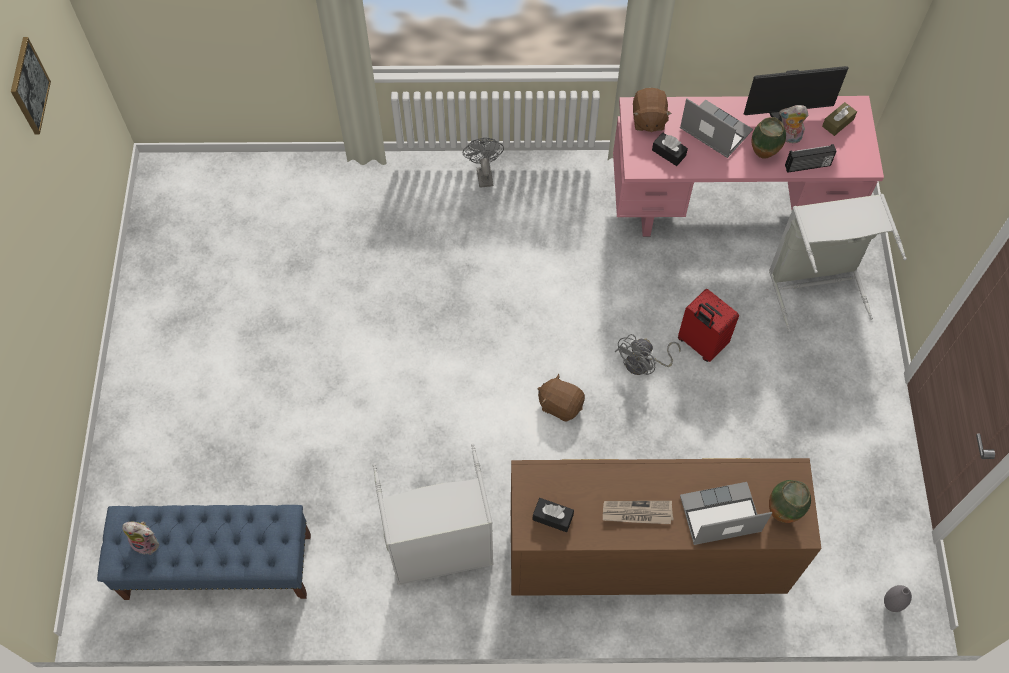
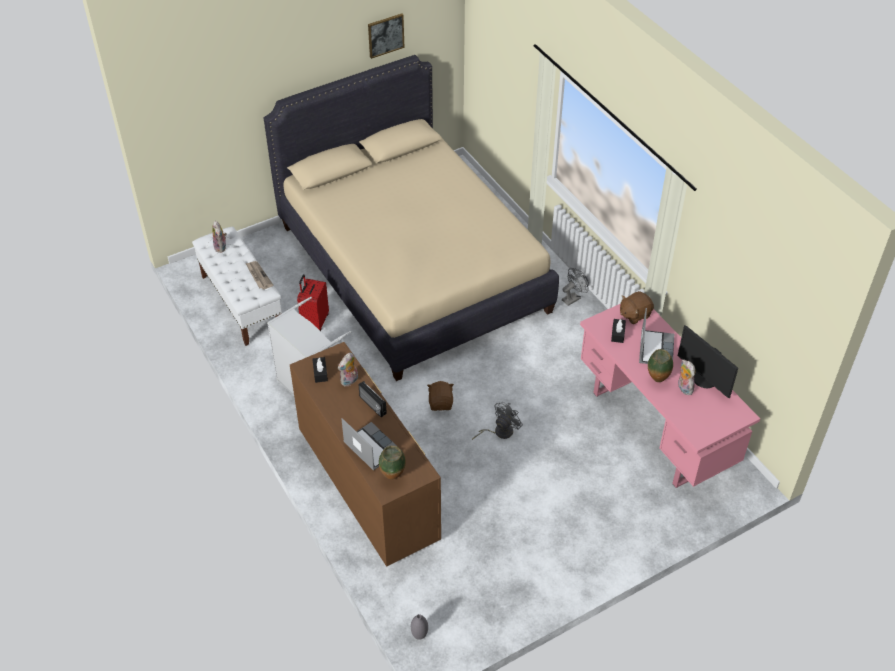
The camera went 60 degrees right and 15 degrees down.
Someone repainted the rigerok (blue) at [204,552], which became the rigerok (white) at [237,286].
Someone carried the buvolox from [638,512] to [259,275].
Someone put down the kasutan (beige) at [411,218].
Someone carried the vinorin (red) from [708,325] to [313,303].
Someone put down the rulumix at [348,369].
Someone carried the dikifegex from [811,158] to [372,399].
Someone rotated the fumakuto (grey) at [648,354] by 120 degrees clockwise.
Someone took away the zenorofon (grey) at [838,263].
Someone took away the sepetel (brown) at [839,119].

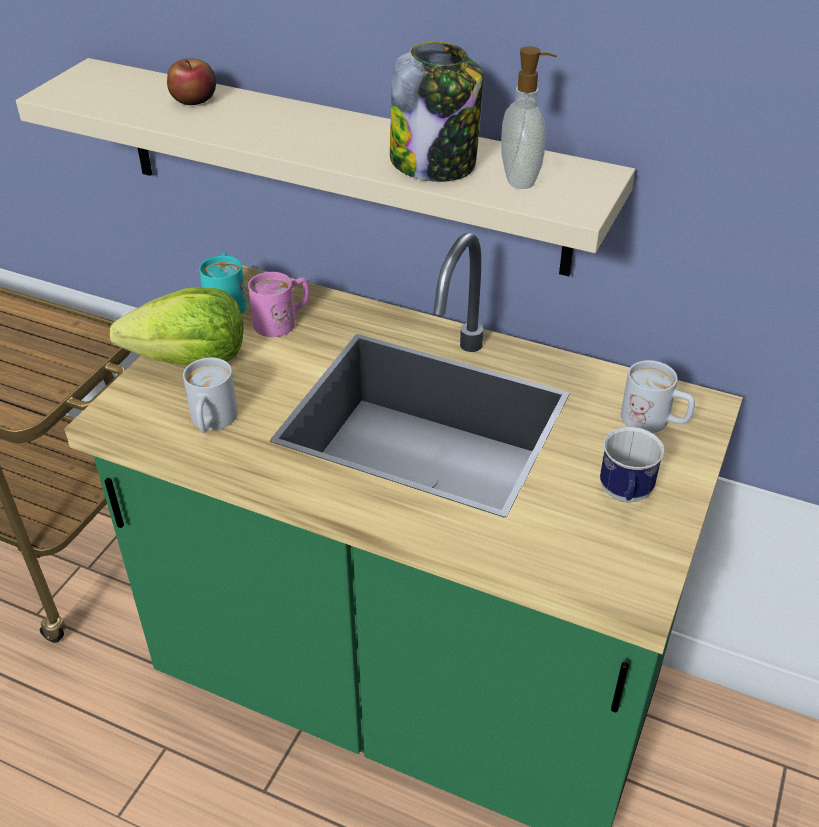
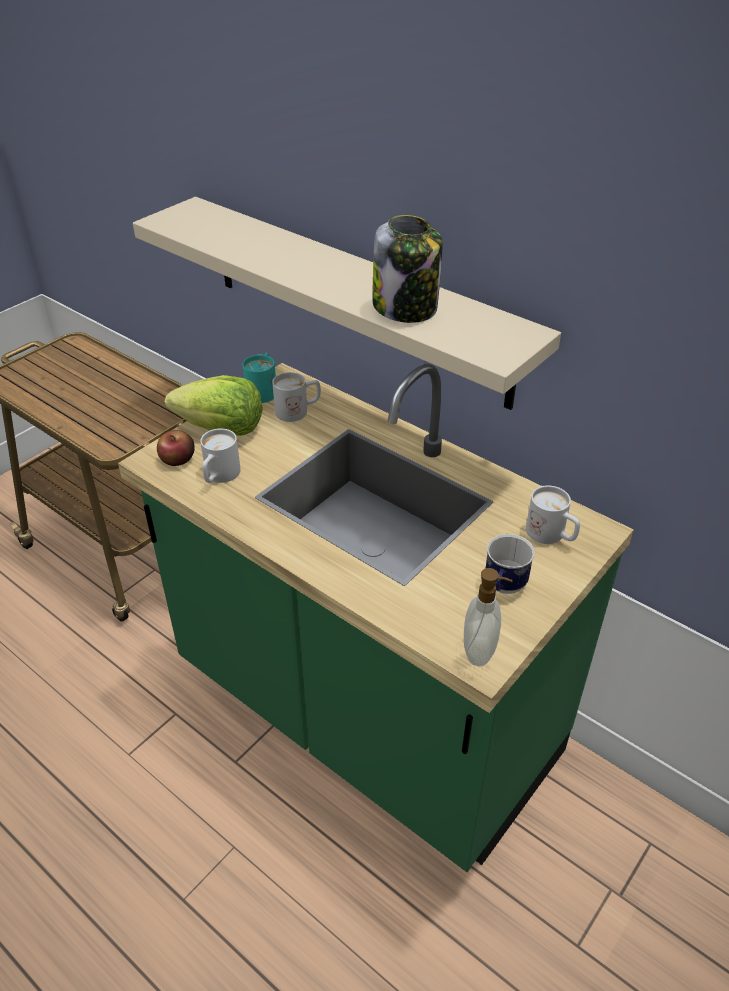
The camera went 15 degrees right and 0 degrees up.
Someone carried the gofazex from [191,81] to [176,448].
Someone repainted the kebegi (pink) at [278,304], which became the kebegi (white) at [296,397].
Someone carried the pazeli from [529,117] to [488,617].

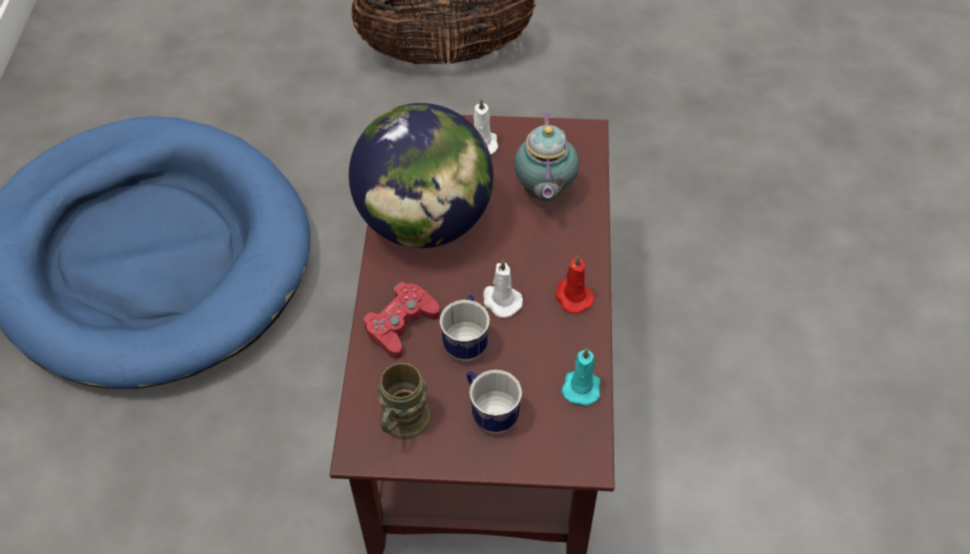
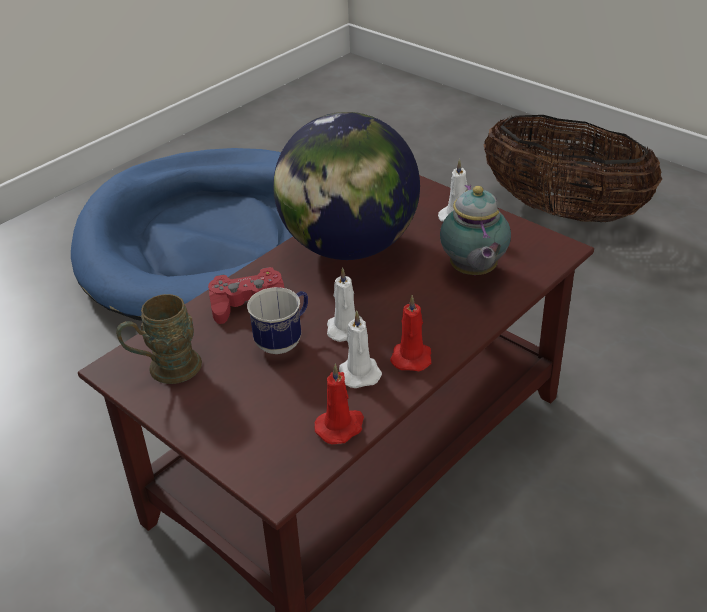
The camera went 40 degrees right and 15 degrees down.
Someone repainted the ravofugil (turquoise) at [580,376], which became the ravofugil (red) at [339,404].
Someone put down the ravofugil (white) at [360,349].
Someone rotated the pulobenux at [546,157] by 45 degrees counterclockwise.
Someone took away the kebegi at [494,401].

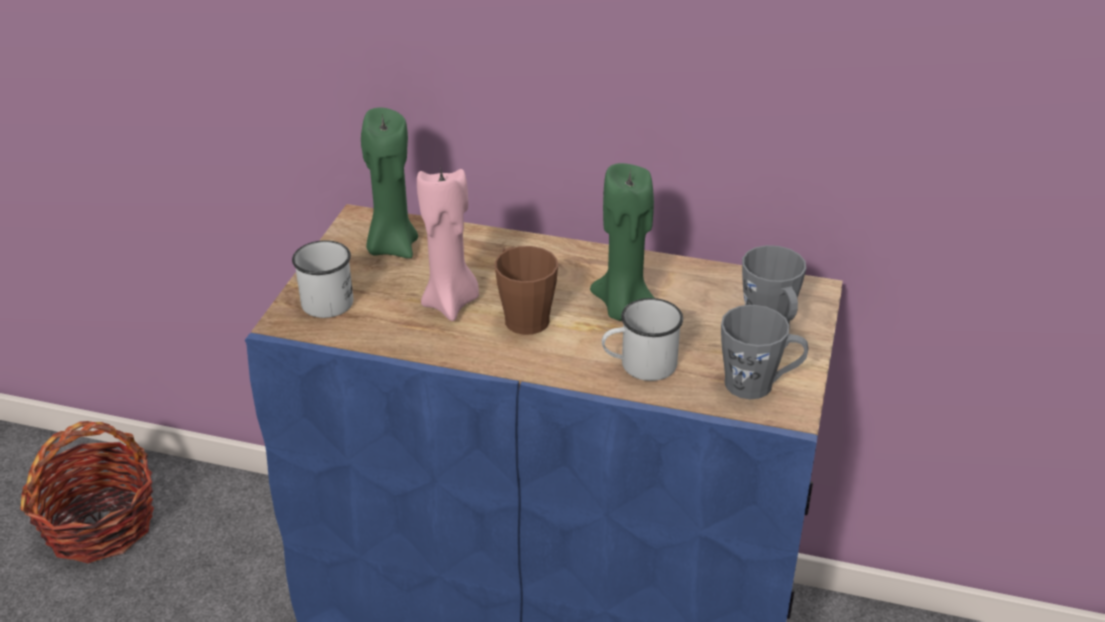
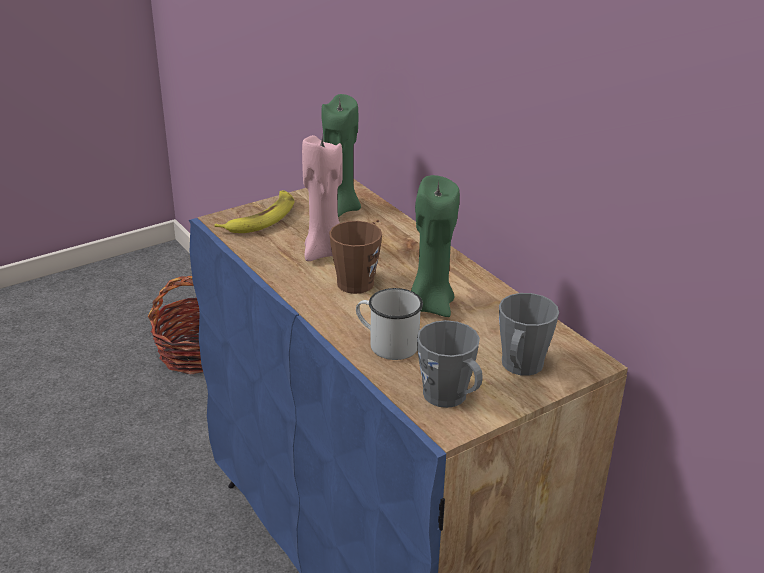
The camera went 40 degrees right and 5 degrees down.
Someone swapped the kebegi (white) at [322,279] for the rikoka at [254,211].

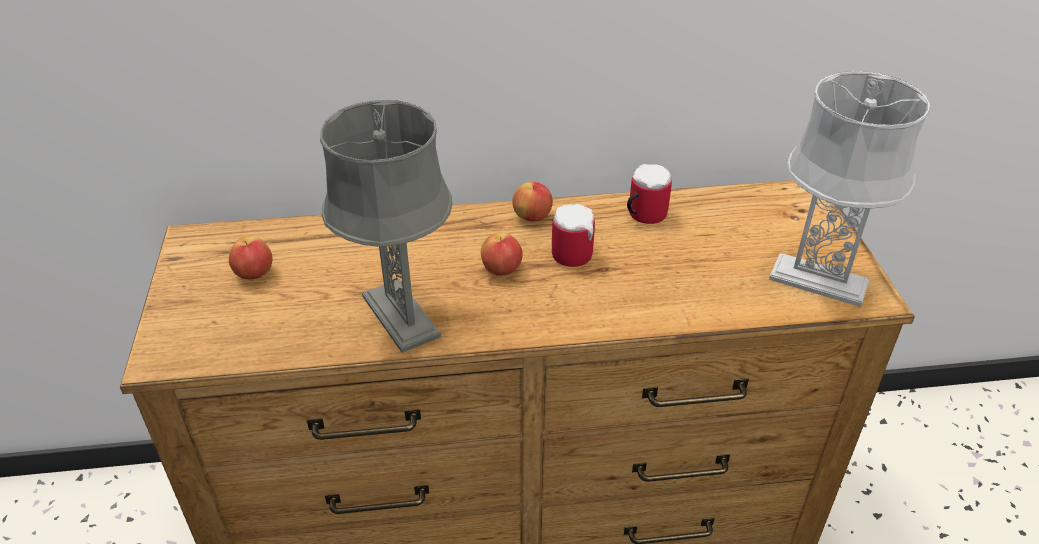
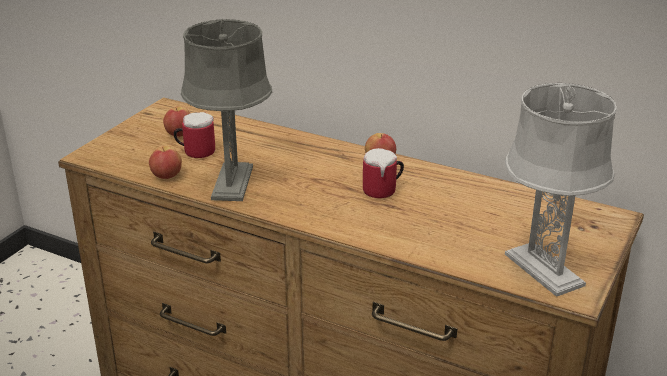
The camera went 35 degrees right and 10 degrees down.
Someone carried the gofazex from [502,254] to [165,162].
Someone carried the kebegi from [649,194] to [194,135].

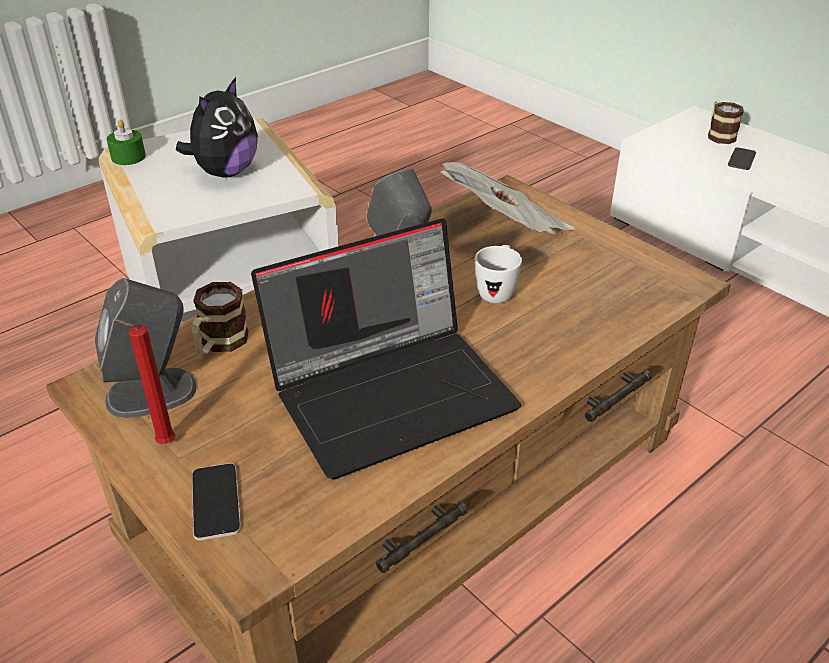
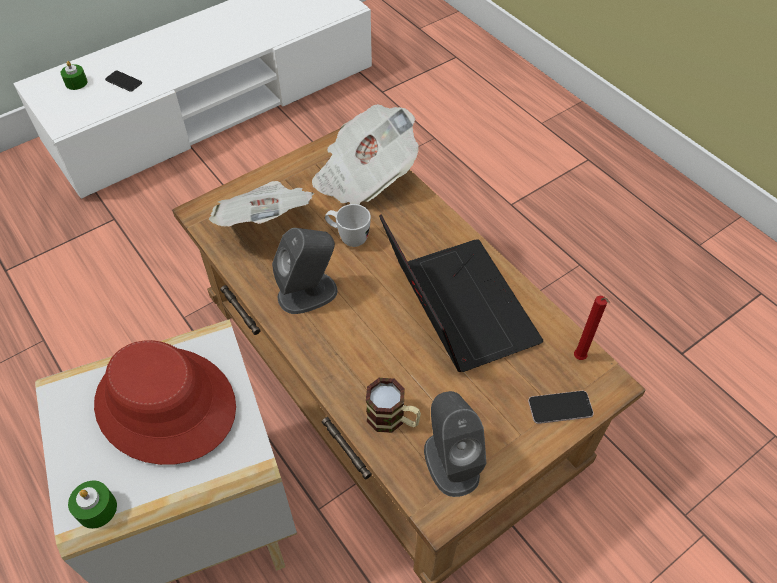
The camera went 85 degrees left and 15 degrees up.
Someone swapped the kebegi at [726,122] for the ravofugil (green) at [74,75].
Someone swapped the rulumix at [217,127] for the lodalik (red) at [165,402].
Someone put down the buvolox at [365,154].
Someone carried the ravofugil (red) from [145,381] to [592,328].

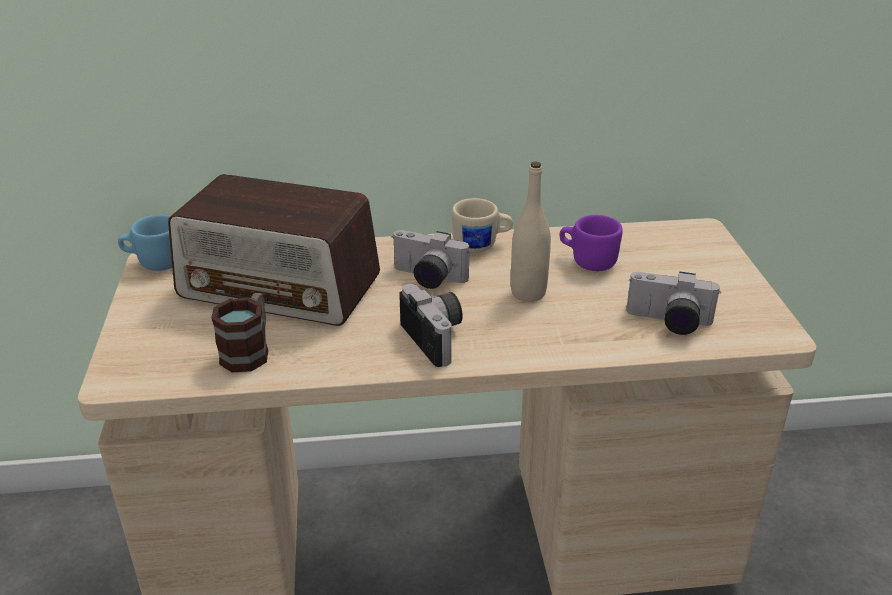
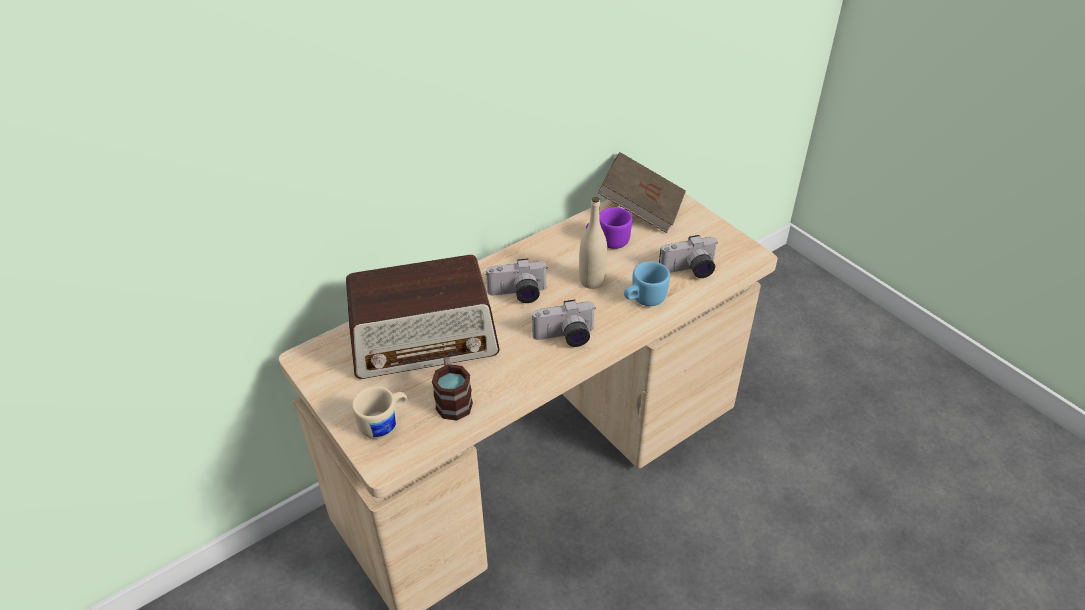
The camera went 30 degrees left and 10 degrees up.
Someone carried the kebegi (beige) from [482,225] to [380,412].
Someone rotated the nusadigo at [431,325] by 135 degrees clockwise.
Someone put down the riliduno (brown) at [642,192].
Someone carried the kebegi (blue) from [145,243] to [647,283].

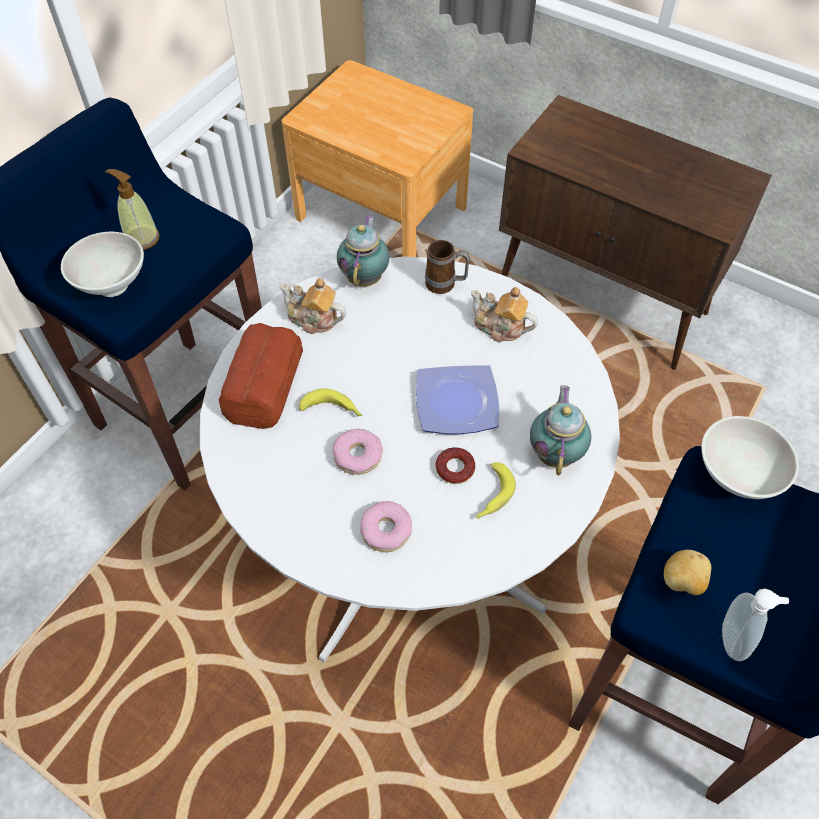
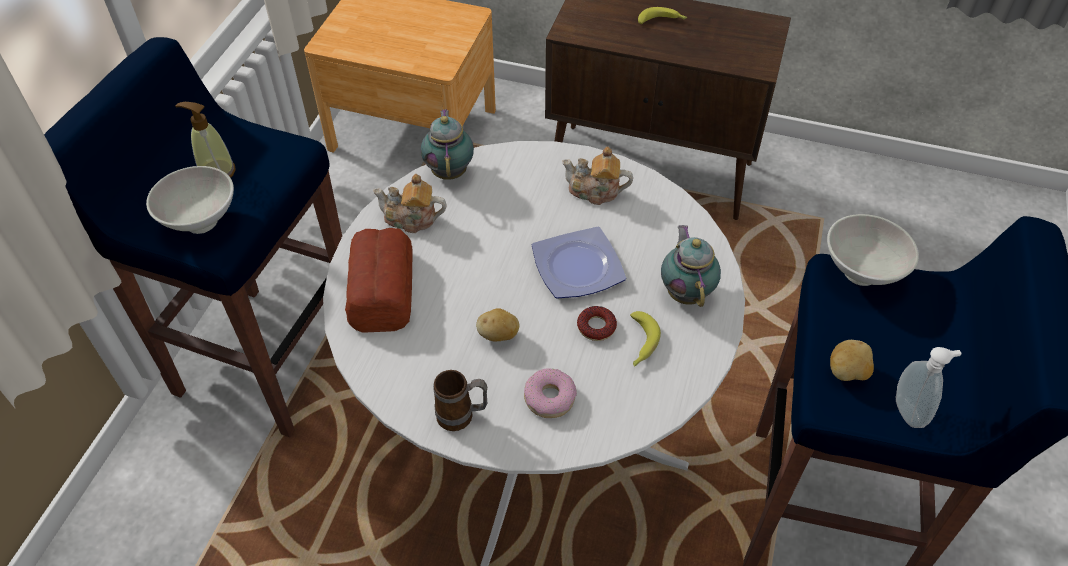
The camera went 15 degrees left and 5 degrees down.
Someone carried the kebegi from [447,267] to [460,400].
Someone swapped the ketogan at [358,452] for the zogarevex at [497,324].
Someone carried the rikoka from [330,402] to [662,15].

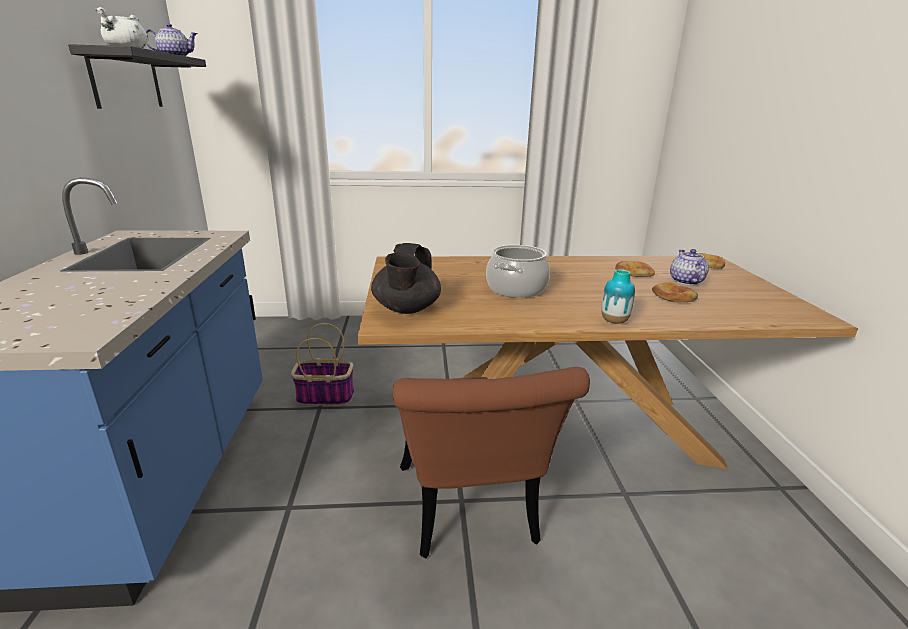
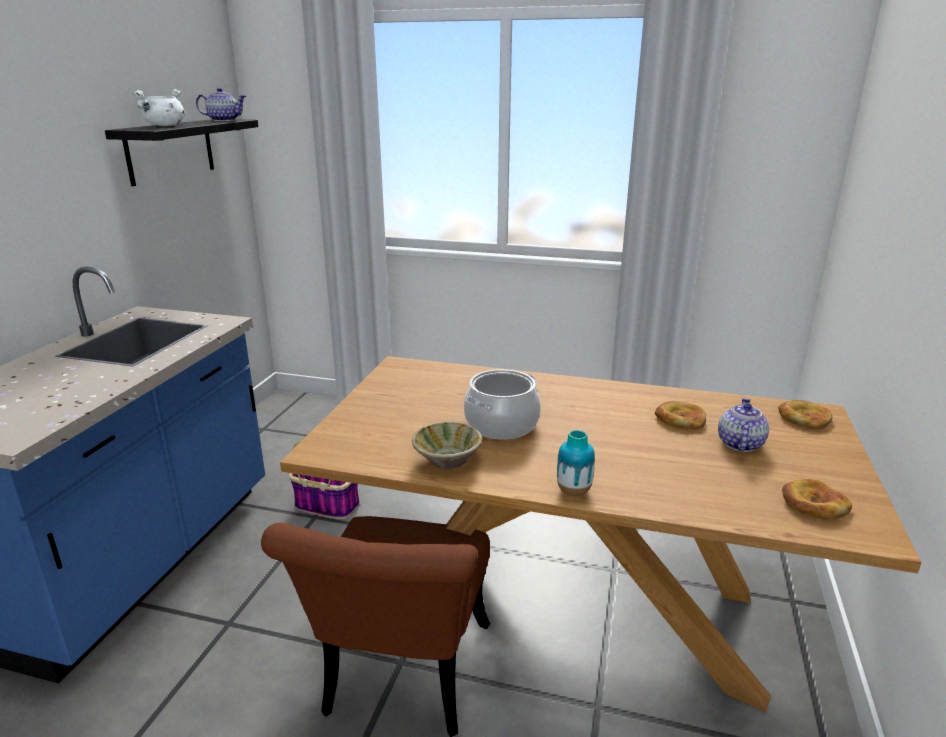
The camera went 20 degrees right and 0 degrees up.
Someone put down the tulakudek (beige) at [447,445].
Someone carried the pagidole from [675,292] to [817,499].
Someone took away the pulobenux (black) at [406,278].

